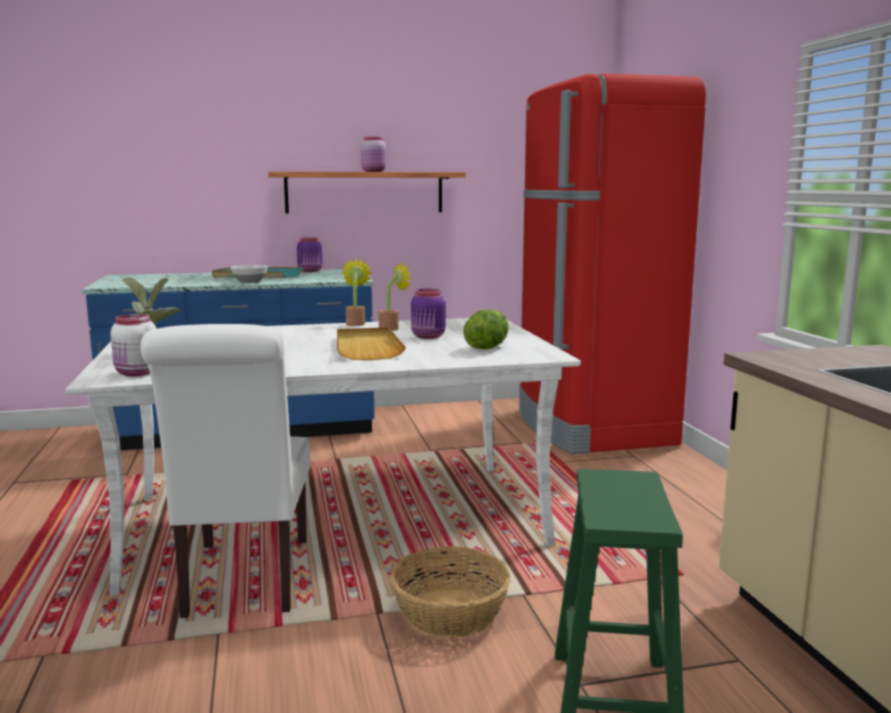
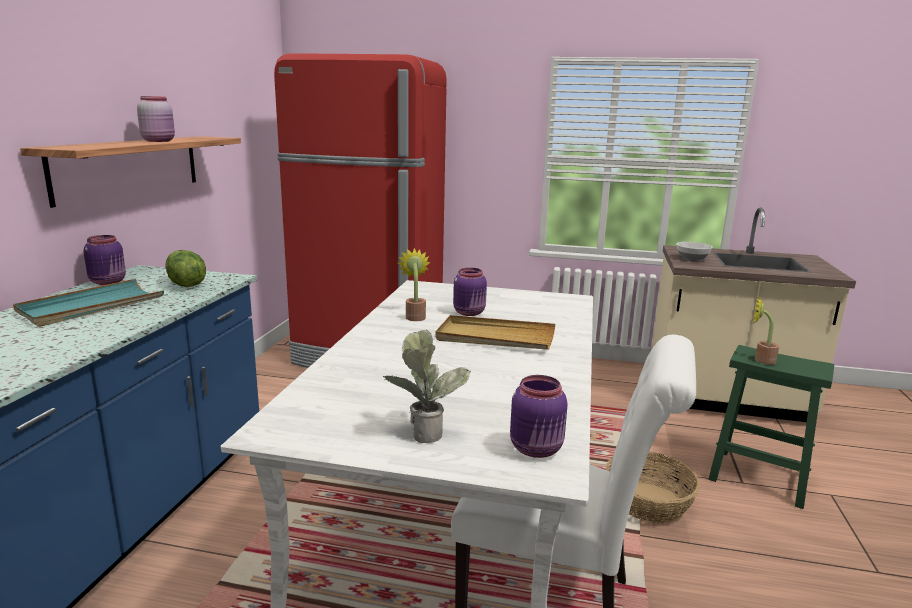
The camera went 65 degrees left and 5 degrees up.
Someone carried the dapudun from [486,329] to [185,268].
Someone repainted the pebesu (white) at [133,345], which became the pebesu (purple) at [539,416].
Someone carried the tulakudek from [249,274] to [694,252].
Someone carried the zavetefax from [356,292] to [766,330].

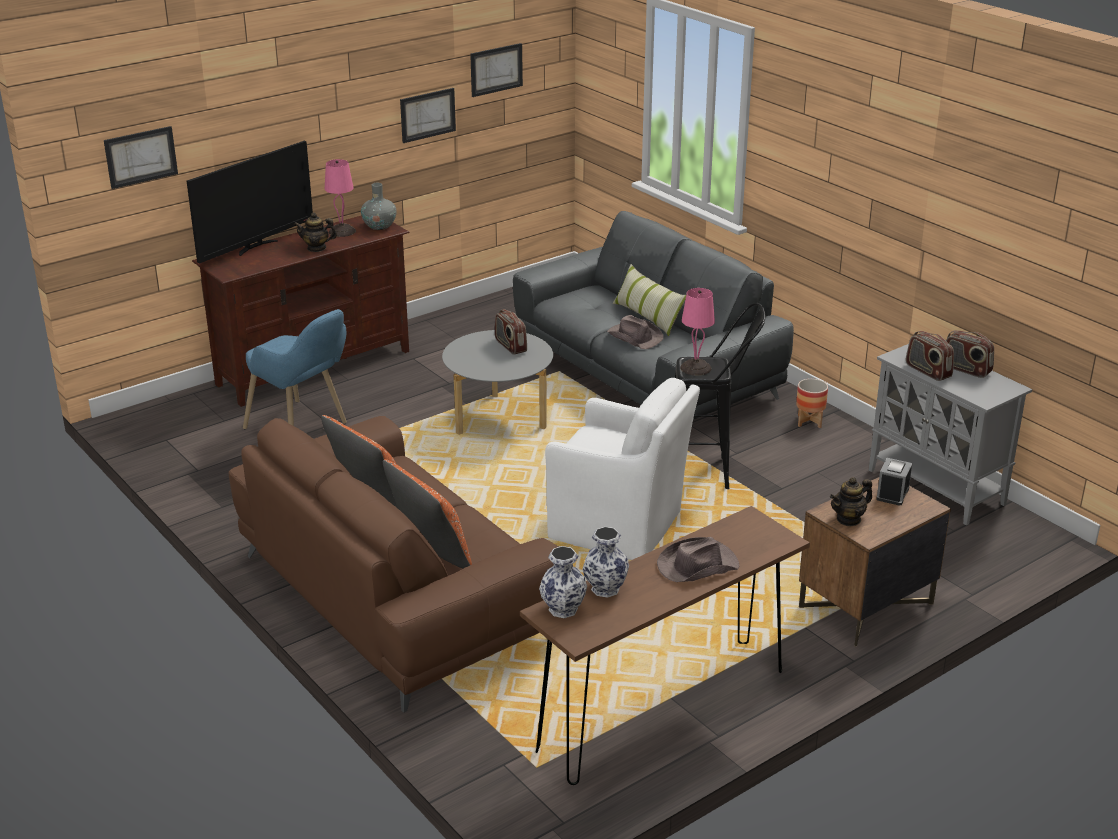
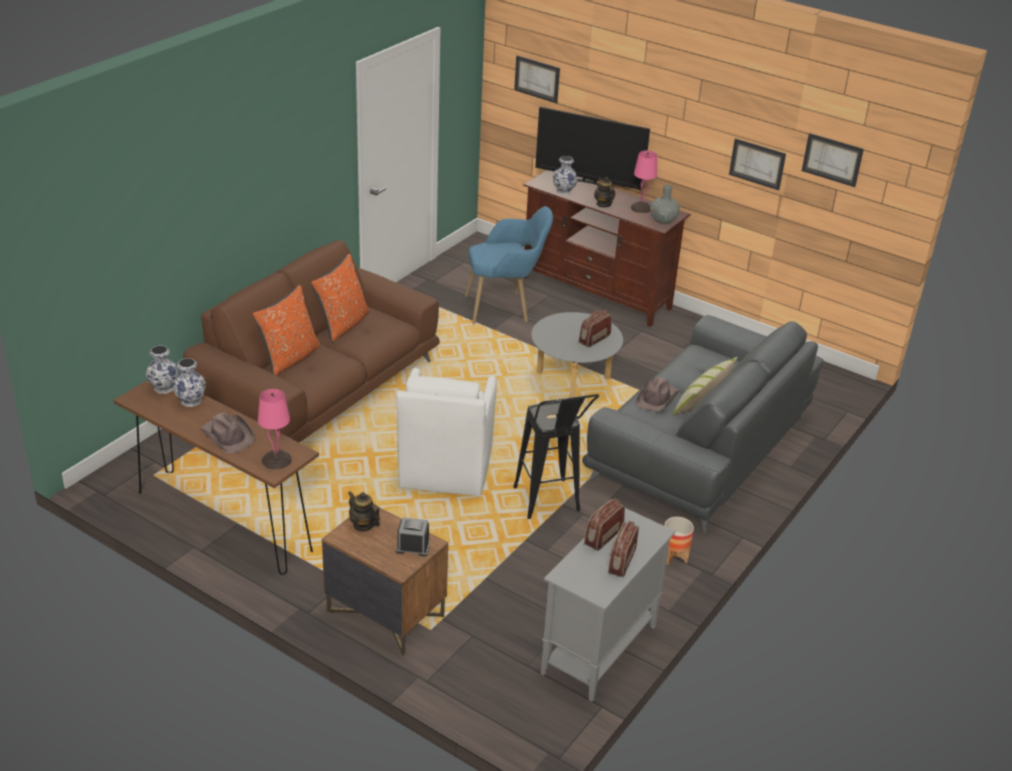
The camera went 70 degrees right and 5 degrees up.
Someone carried the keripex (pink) from [697,331] to [275,429].
Someone rotated the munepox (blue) at [295,369] by 120 degrees counterclockwise.
Someone put down the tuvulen at [565,175].

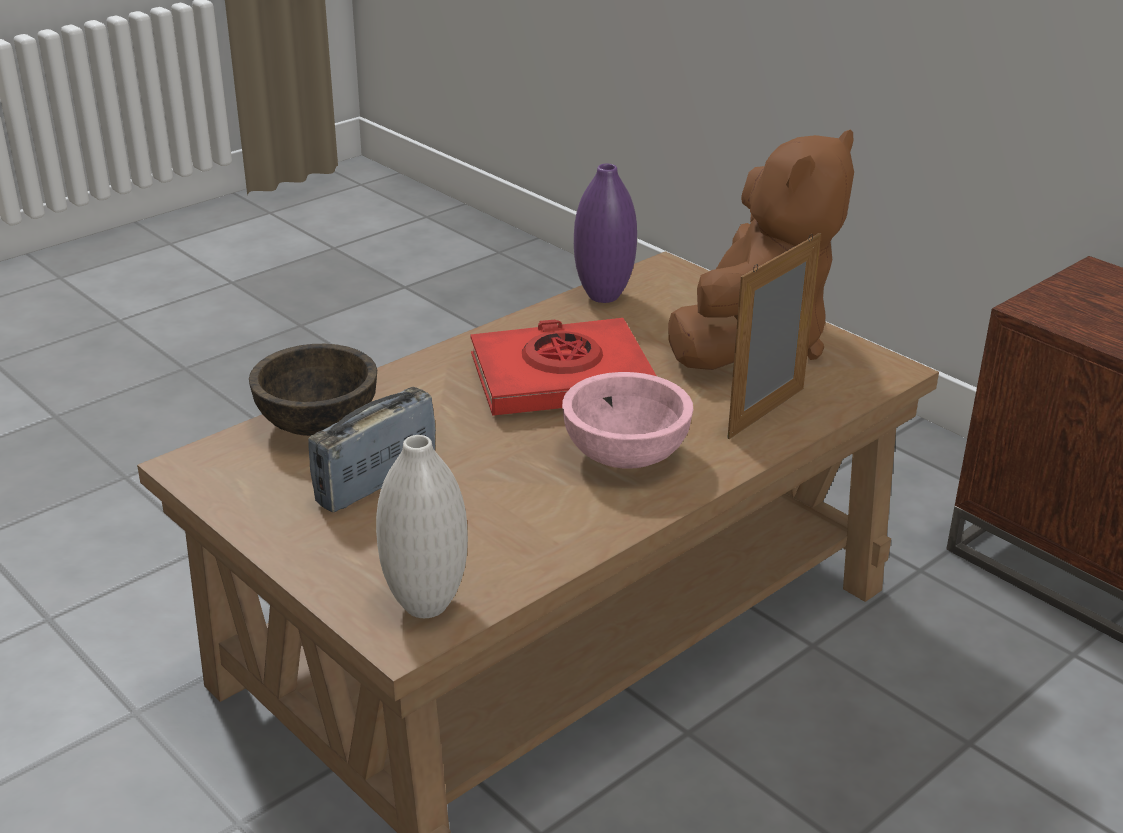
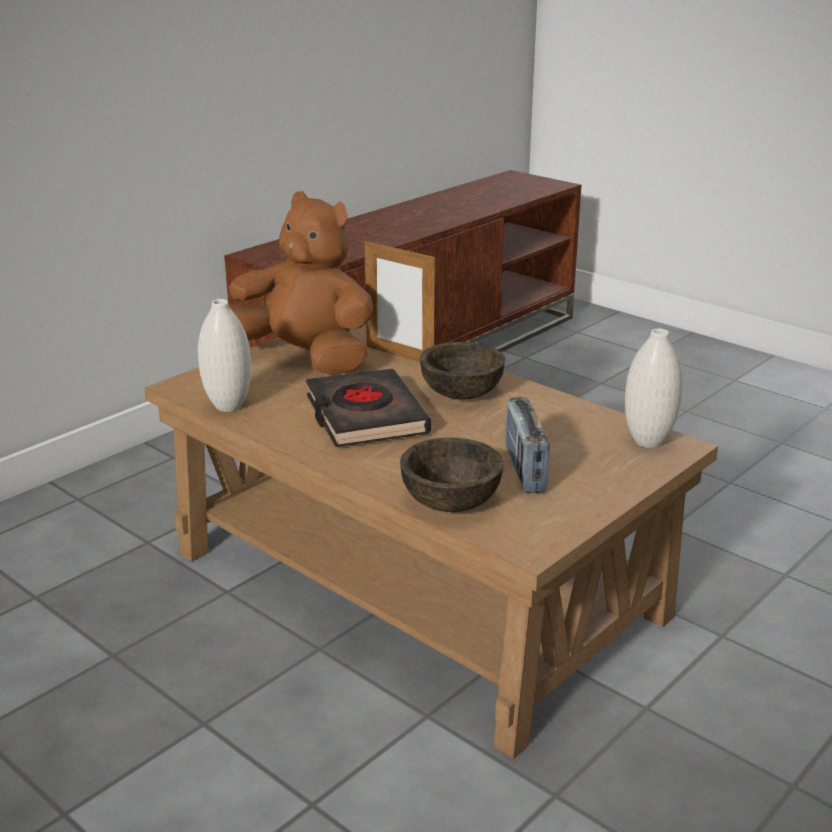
The camera went 95 degrees left and 5 degrees down.
Someone repainted the tuvulen (purple) at [605,233], which became the tuvulen (white) at [224,355].
Someone repainted the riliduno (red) at [563,367], which became the riliduno (black) at [368,408].
Someone repainted the tulakudek (pink) at [627,420], which became the tulakudek (brown) at [462,371].
Someone rotated the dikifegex at [372,449] by 45 degrees clockwise.

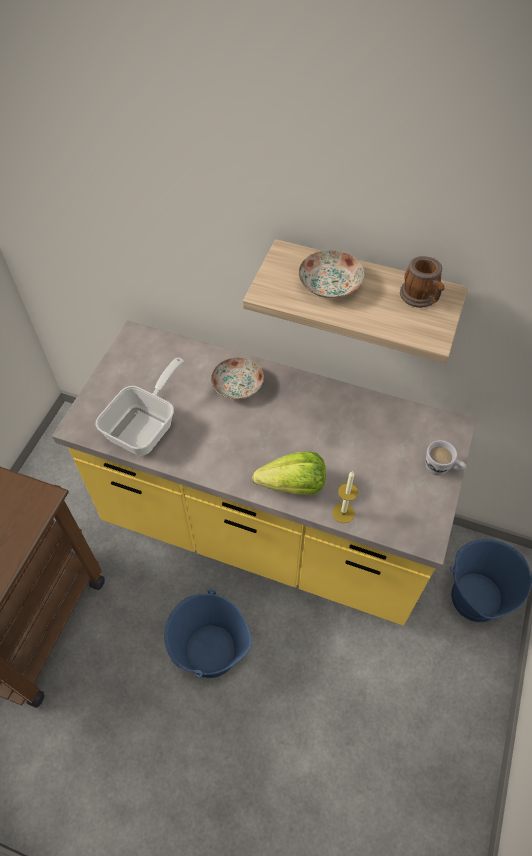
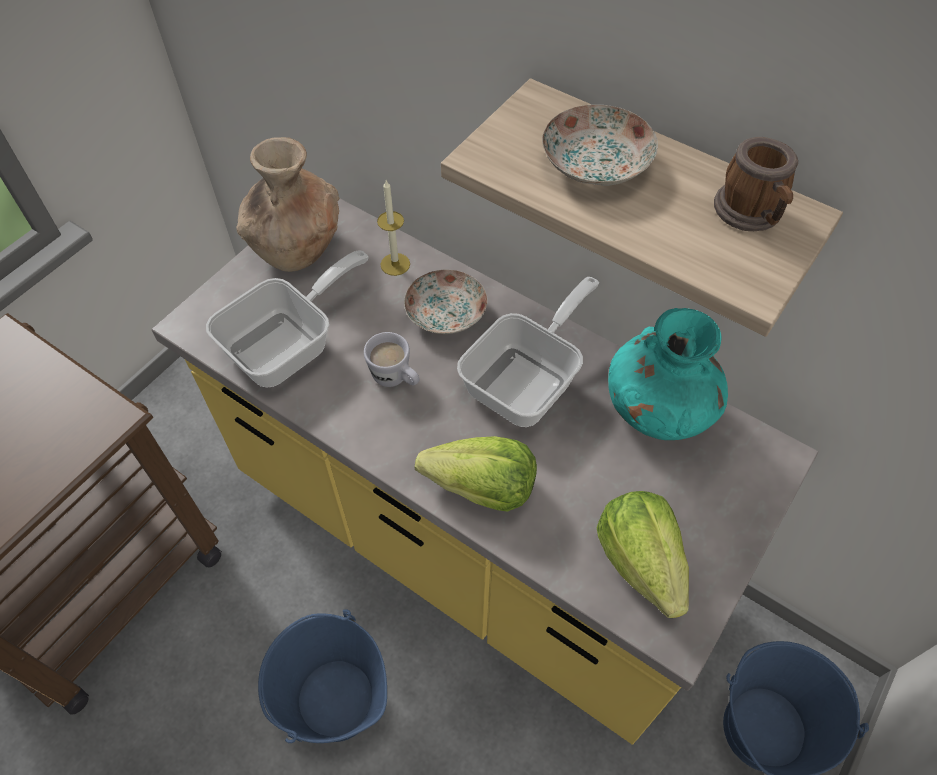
The camera went 15 degrees right and 0 degrees up.
Someone put down the tuvulen (brown) at [287,204].
Someone carried the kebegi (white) from [446,458] to [392,359].
Someone carried the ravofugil from [345,497] to [393,228].
Someone put down the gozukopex at [528,352].
Someone put down the dapudun at [642,554].
Someone put down the tuvulen (turquoise) at [668,374].

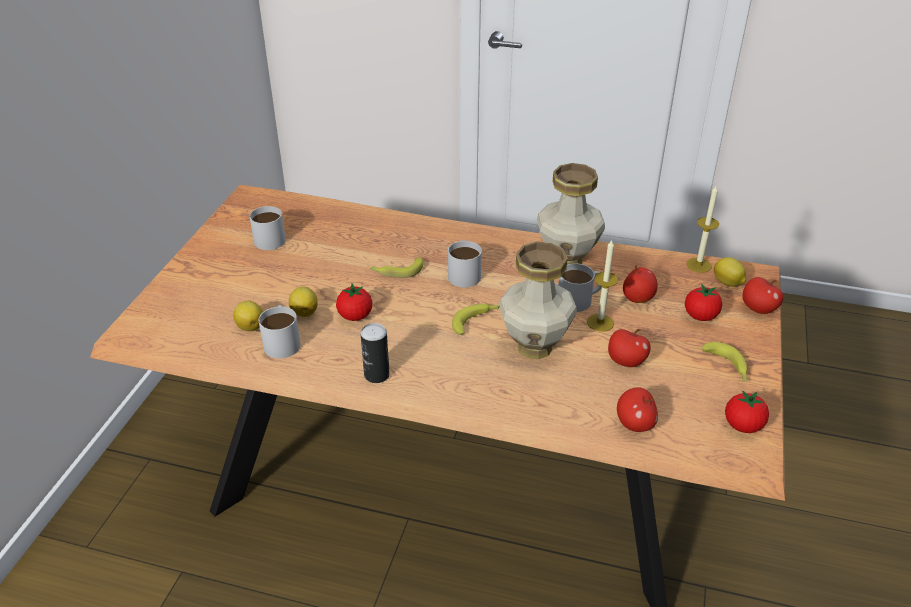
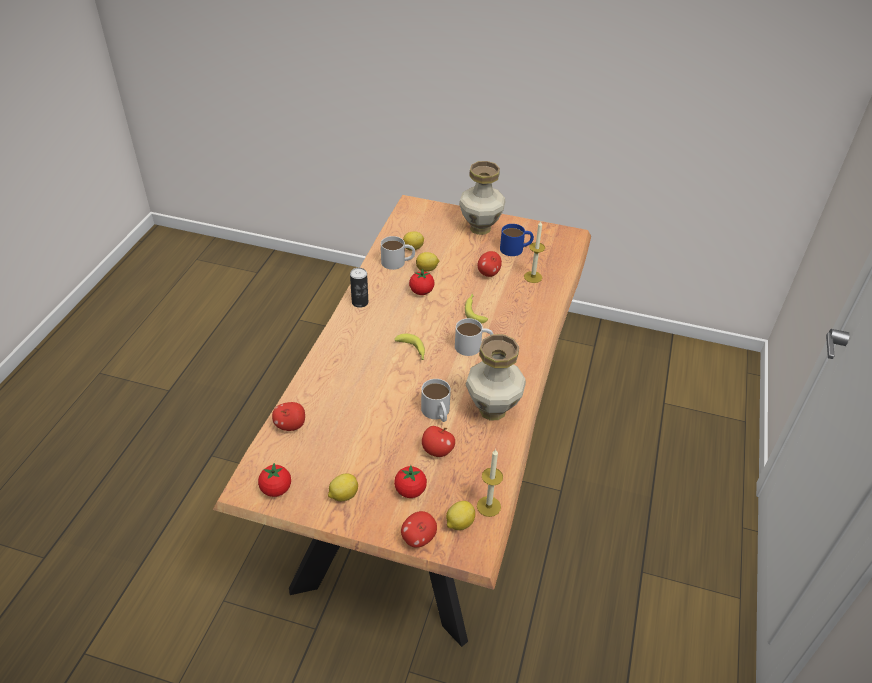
The camera went 90 degrees right and 5 degrees up.
Someone swapped the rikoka at [724,361] for the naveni at [343,488].
Someone carried the tuvulen from [538,300] to [482,198].
Someone carried the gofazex from [629,348] to [490,264].
Someone repainted the kebegi (white) at [267,228], which became the kebegi (blue) at [517,240].
Someone carried the ravofugil from [602,286] to [534,252].

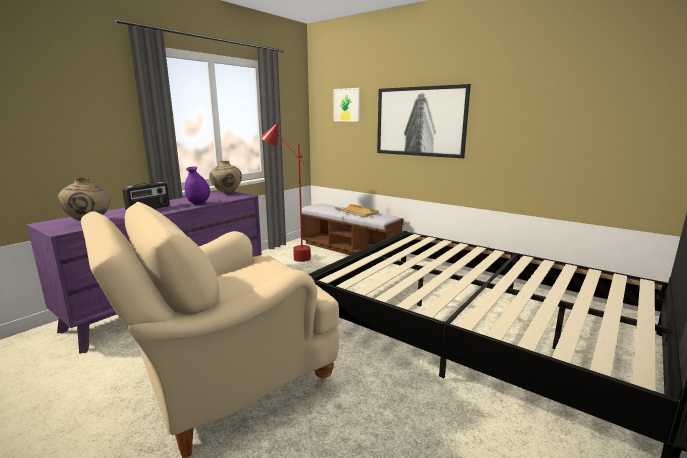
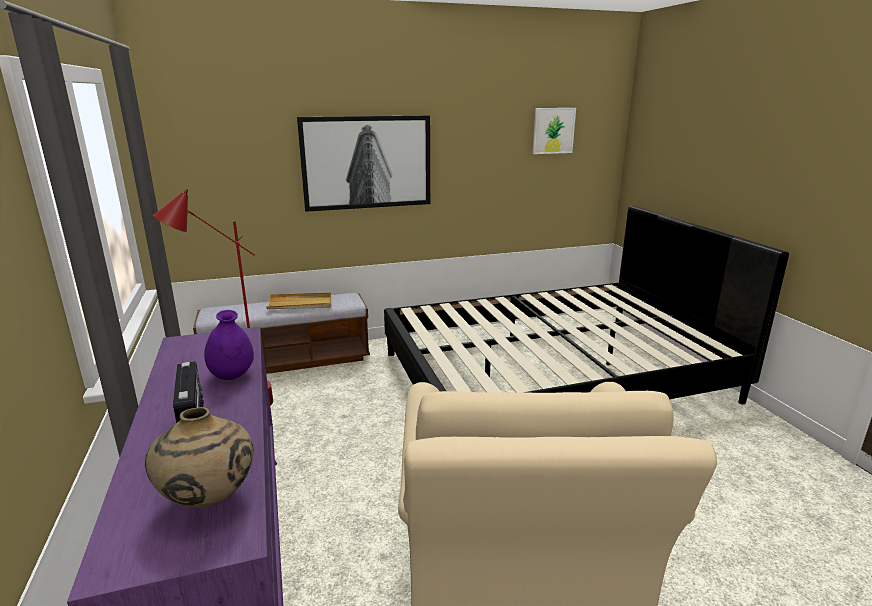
The camera went 55 degrees left and 5 degrees up.
Someone carried the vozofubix from [346,104] to [554,131].
Someone took away the tuvulen (beige) at [225,177].

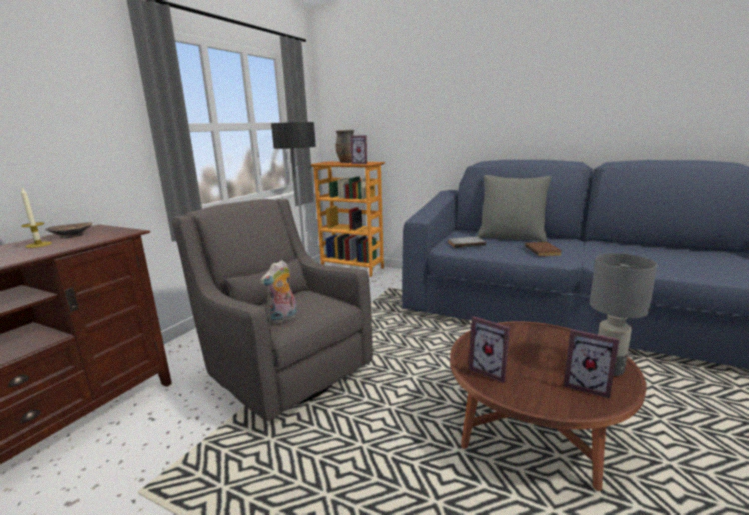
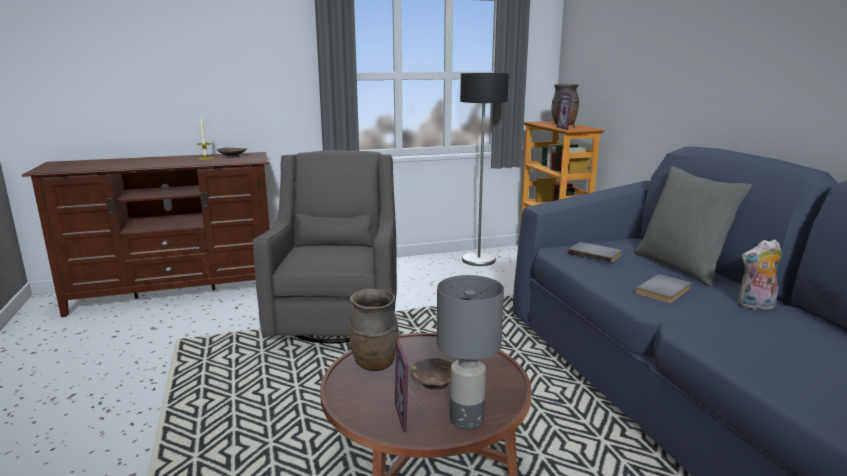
The camera went 45 degrees right and 0 degrees up.
Someone swapped the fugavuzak at [489,349] for the tuvulen (brown) at [374,330].
Someone put down the tulakudek (brown) at [431,374].
Someone repainted the riliduno (brown) at [543,249], which became the riliduno (grey) at [663,288].
Someone carried the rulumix from [278,292] to [759,274].

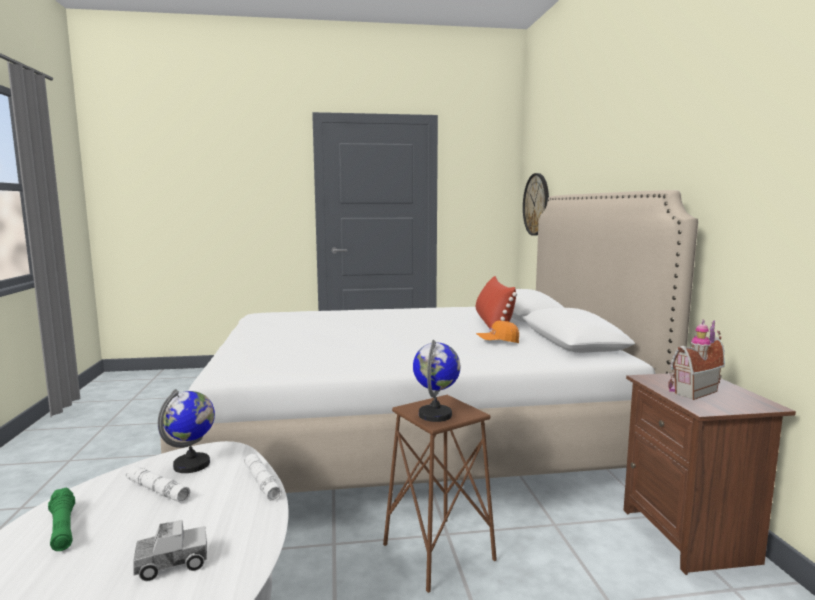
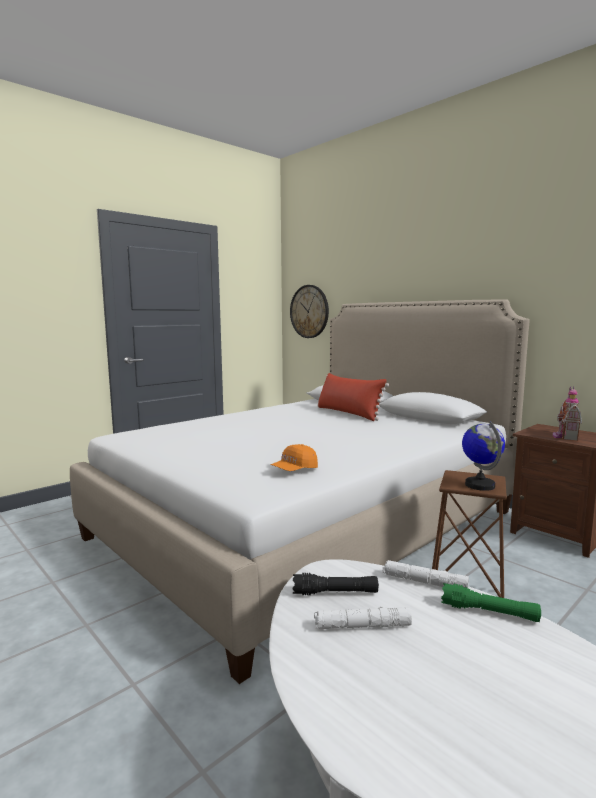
The camera went 35 degrees left and 0 degrees up.
Someone carried the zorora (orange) from [497,332] to [294,457].
Someone swapped the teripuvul at [186,431] for the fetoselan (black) at [336,584].
Someone carried the fetoselan (green) from [61,519] to [491,602].
Someone took away the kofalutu at [170,550].

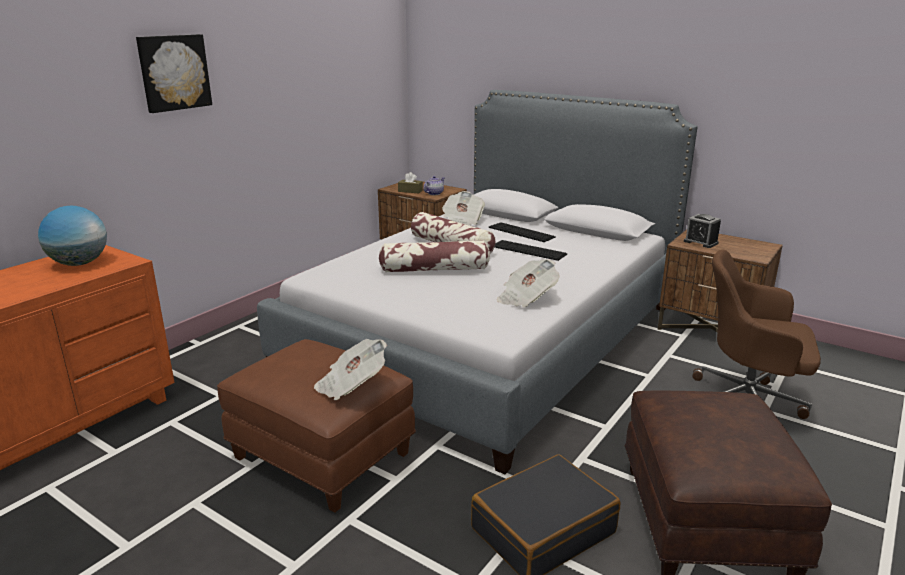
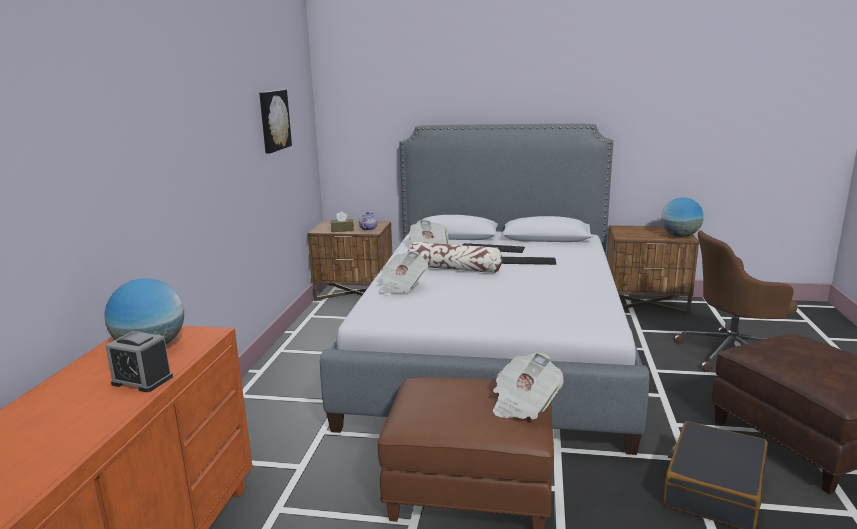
The camera went 25 degrees left and 5 degrees down.
Someone carried the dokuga from [702,231] to [139,361].
Someone carried the vozofubix from [174,73] to [275,121].
Someone carried the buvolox from [528,283] to [403,272].
Someone put down the teripuvul at [682,217].
Someone took away the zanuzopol at [434,256].

